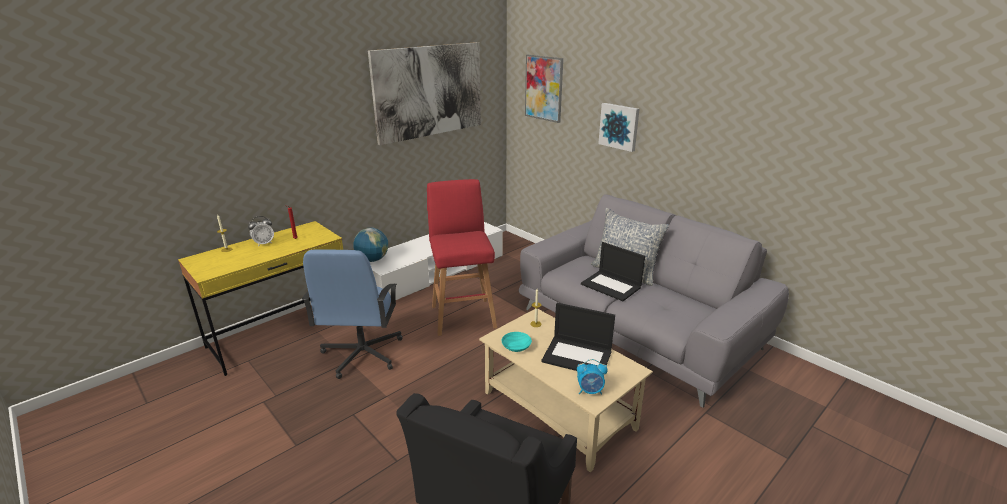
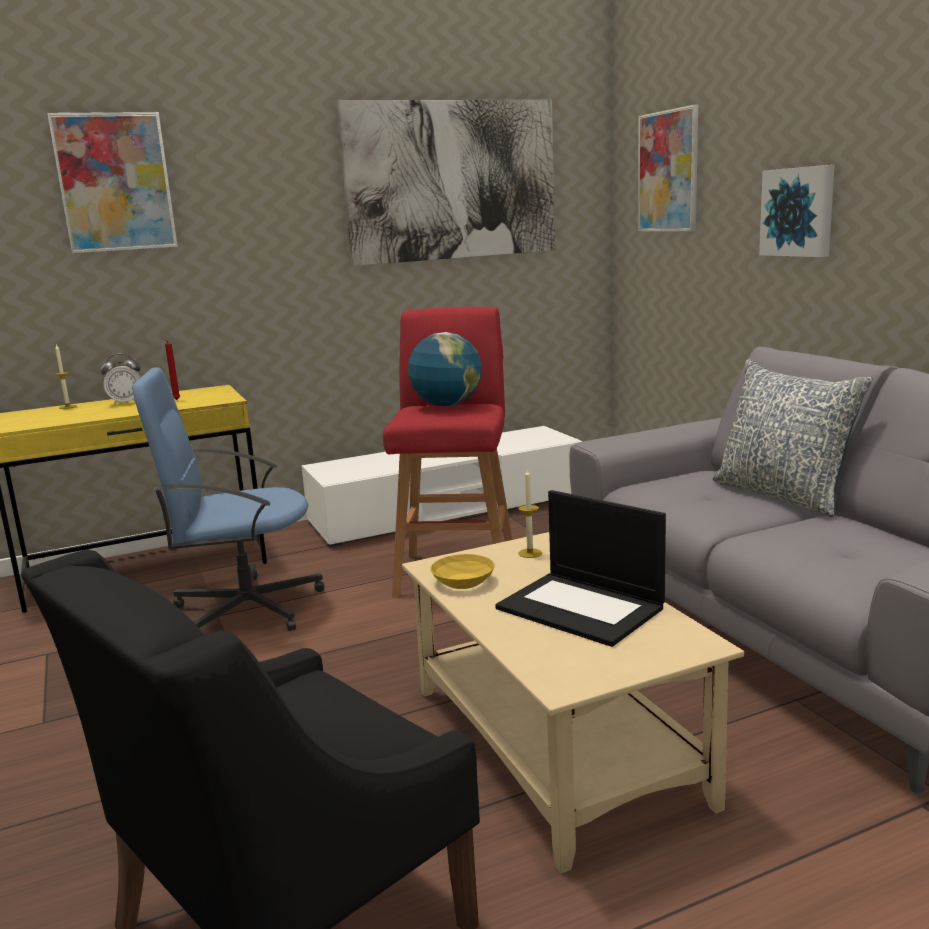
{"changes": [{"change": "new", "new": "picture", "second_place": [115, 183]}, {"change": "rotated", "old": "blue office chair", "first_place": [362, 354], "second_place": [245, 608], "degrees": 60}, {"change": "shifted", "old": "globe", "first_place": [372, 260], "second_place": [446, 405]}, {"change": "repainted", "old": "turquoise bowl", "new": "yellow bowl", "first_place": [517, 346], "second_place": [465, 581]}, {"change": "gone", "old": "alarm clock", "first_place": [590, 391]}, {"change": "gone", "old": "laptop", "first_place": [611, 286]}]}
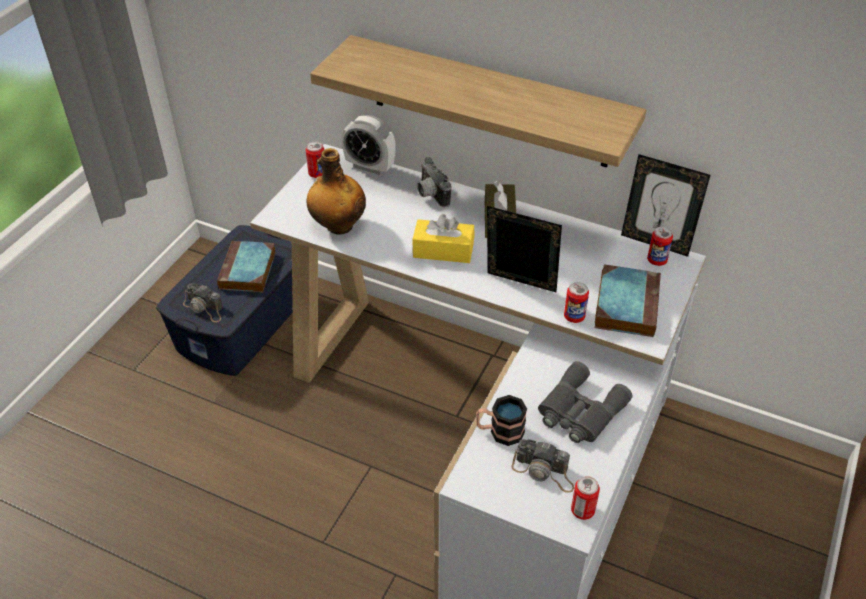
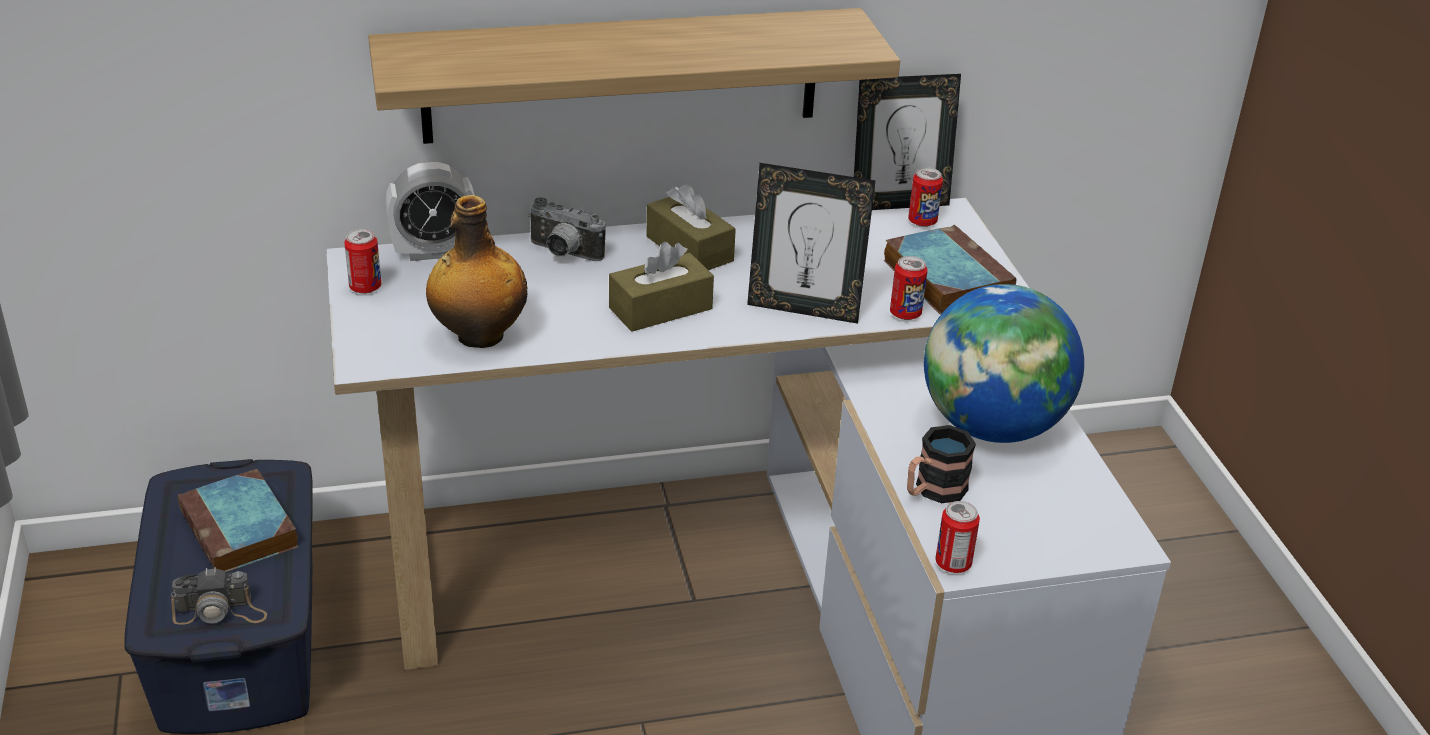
{"changes": [{"change": "repainted", "old": "yellow tissue box", "new": "brown tissue box", "first_place": [443, 250], "second_place": [660, 308]}, {"change": "rotated", "old": "picture frame", "first_place": [519, 286], "second_place": [804, 309], "degrees": -150}, {"change": "swapped", "old": "grey binoculars", "new": "globe", "first_place": [579, 411], "second_place": [992, 427]}, {"change": "shifted", "old": "can", "first_place": [582, 510], "second_place": [953, 564]}, {"change": "gone", "old": "photo camera", "first_place": [544, 472]}]}
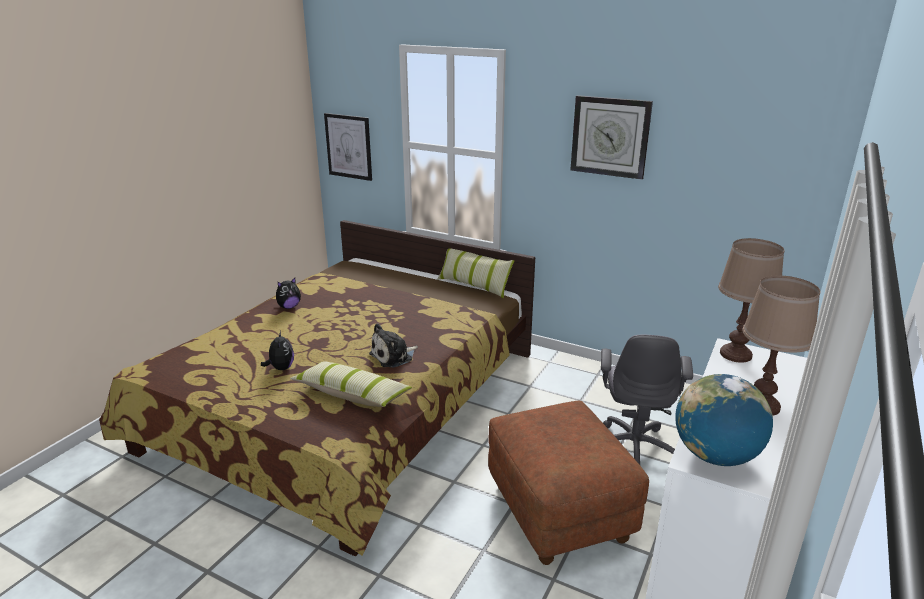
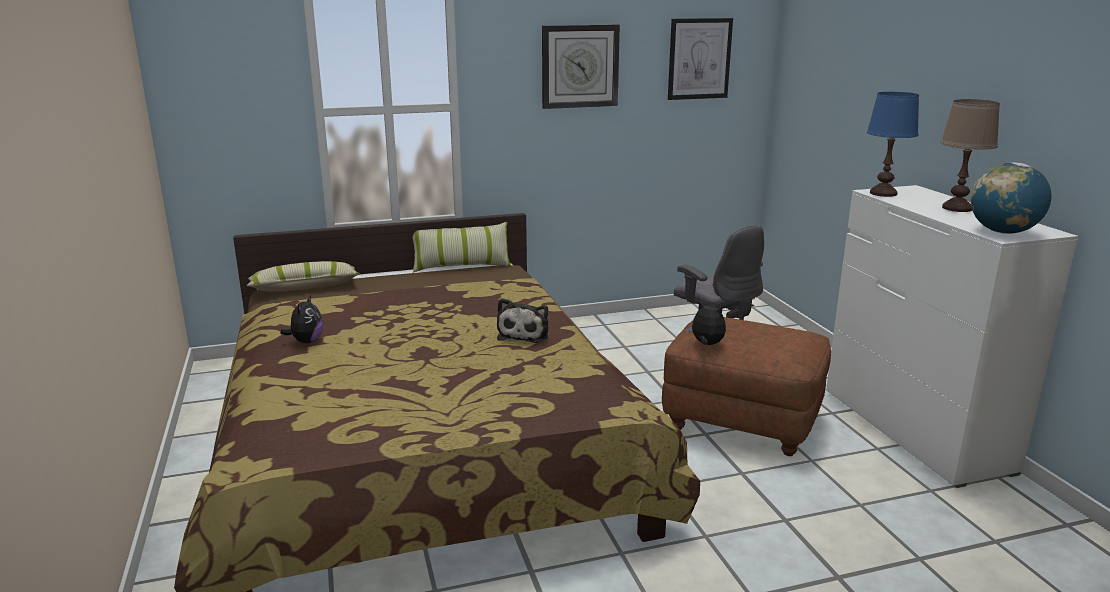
{"changes": [{"change": "shifted", "old": "pillow", "first_place": [352, 394], "second_place": [305, 288]}, {"change": "shifted", "old": "picture", "first_place": [349, 146], "second_place": [699, 59]}, {"change": "shifted", "old": "plush toy", "first_place": [281, 368], "second_place": [706, 344]}, {"change": "repainted", "old": "brown table lamp", "new": "blue table lamp", "first_place": [735, 354], "second_place": [883, 193]}]}
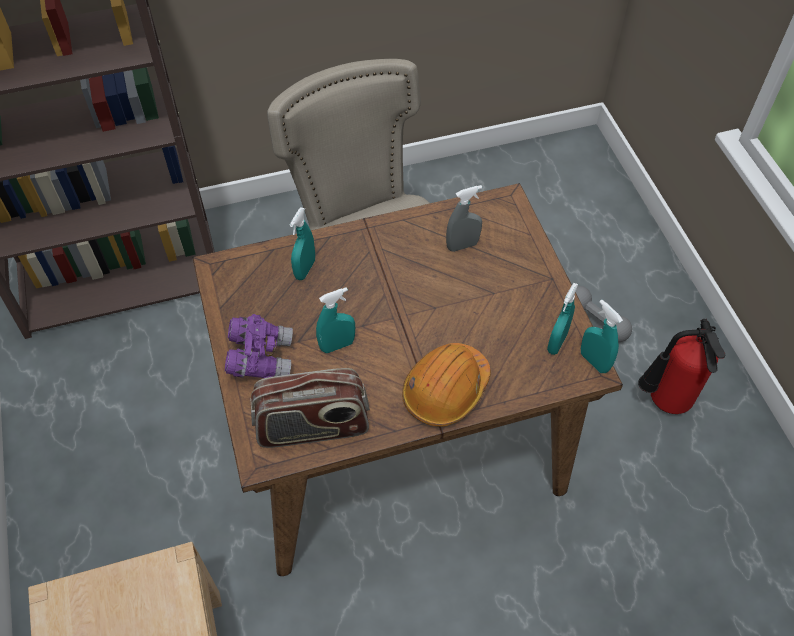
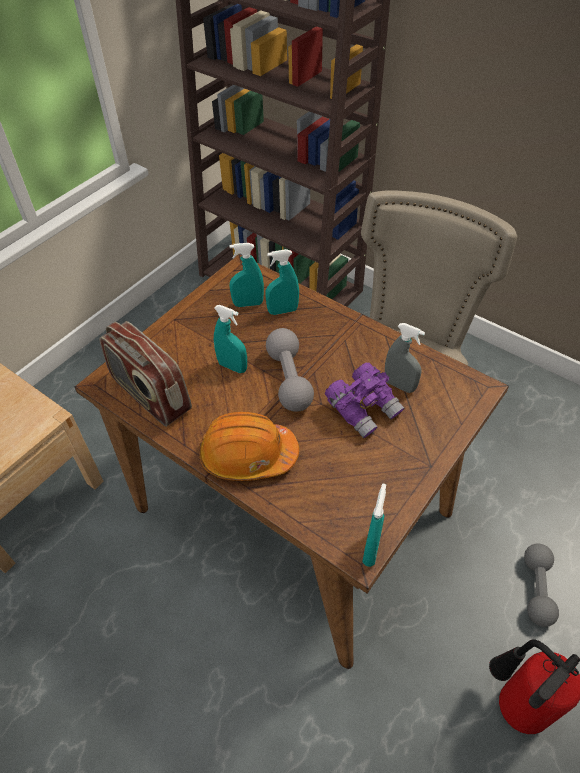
{"changes": [{"change": "shifted", "old": "turquoise spray bottle", "first_place": [557, 342], "second_place": [248, 304]}, {"change": "new", "new": "grey dumbbell", "second_place": [289, 379]}, {"change": "shifted", "old": "purple binoculars", "first_place": [260, 357], "second_place": [363, 409]}]}
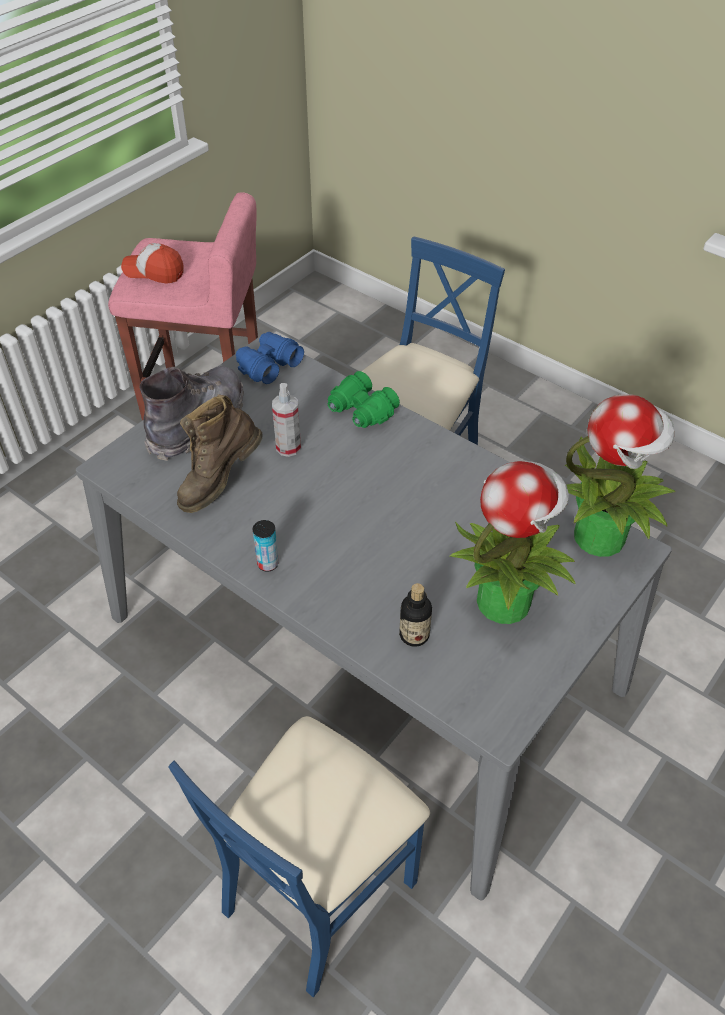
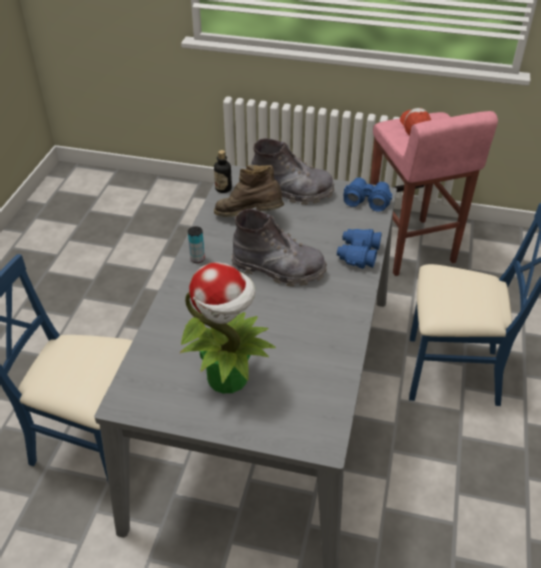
{"changes": [{"change": "shifted", "old": "bottle", "first_place": [414, 635], "second_place": [223, 188]}, {"change": "new", "new": "grey boot", "second_place": [278, 269]}, {"change": "repainted", "old": "green binoculars", "new": "blue binoculars", "first_place": [361, 411], "second_place": [358, 254]}, {"change": "gone", "old": "spray bottle", "first_place": [288, 447]}, {"change": "gone", "old": "potted plant", "first_place": [601, 536]}]}
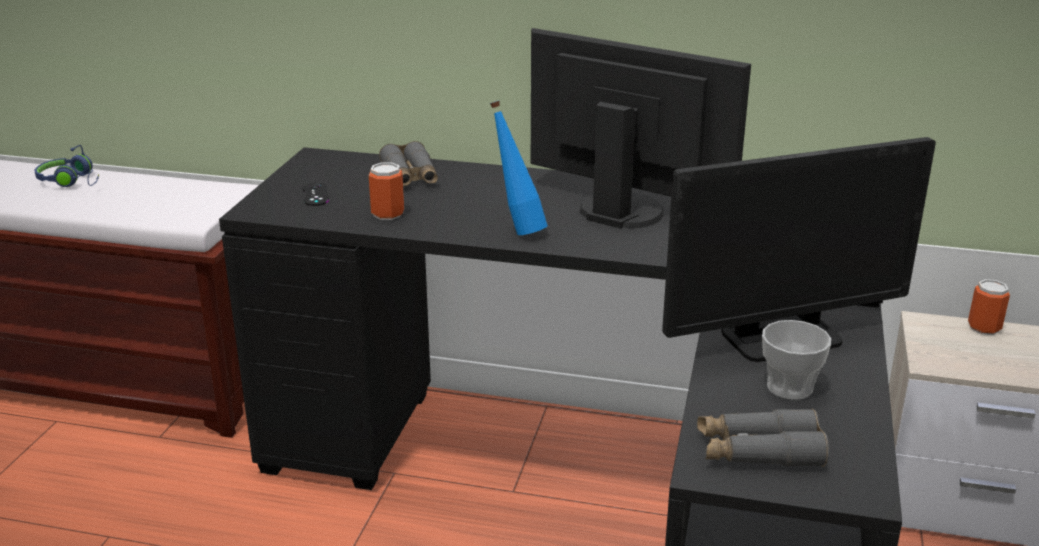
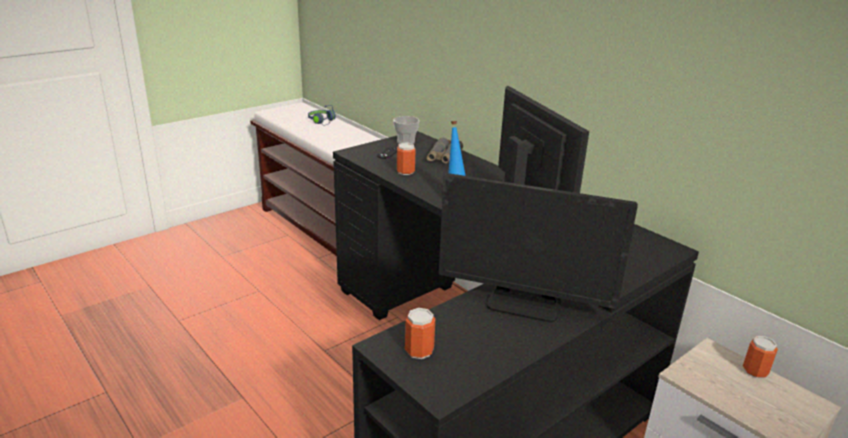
{"changes": [{"change": "shifted", "old": "cup", "first_place": [789, 387], "second_place": [405, 142]}, {"change": "swapped", "old": "grey binoculars", "new": "can", "first_place": [758, 451], "second_place": [419, 351]}]}
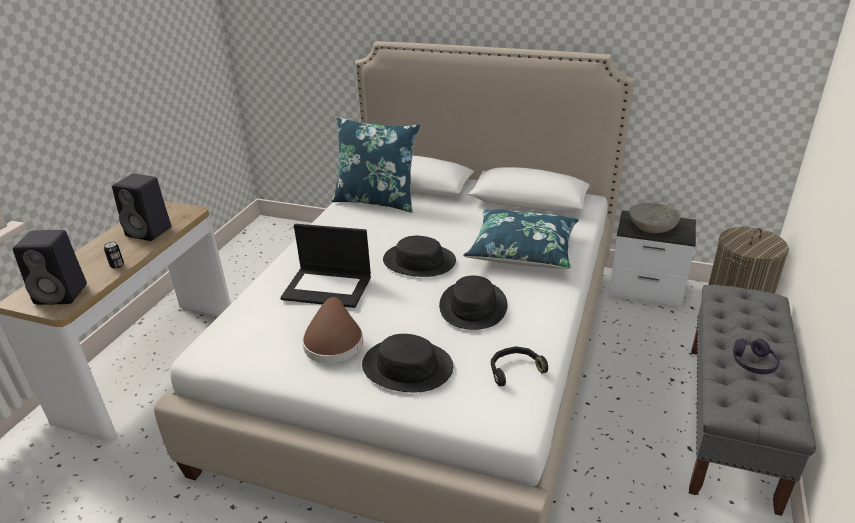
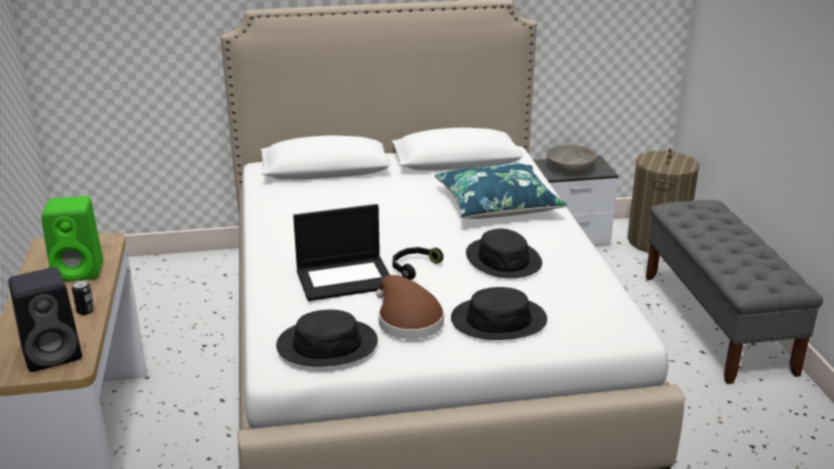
{"changes": [{"change": "repainted", "old": "black speaker", "new": "green speaker", "first_place": [150, 232], "second_place": [80, 271]}, {"change": "shifted", "old": "black hat", "first_place": [419, 261], "second_place": [327, 344]}, {"change": "shifted", "old": "black headphones", "first_place": [514, 370], "second_place": [413, 267]}, {"change": "gone", "old": "blue pillow", "first_place": [377, 200]}, {"change": "gone", "old": "purple headphones", "first_place": [753, 363]}]}
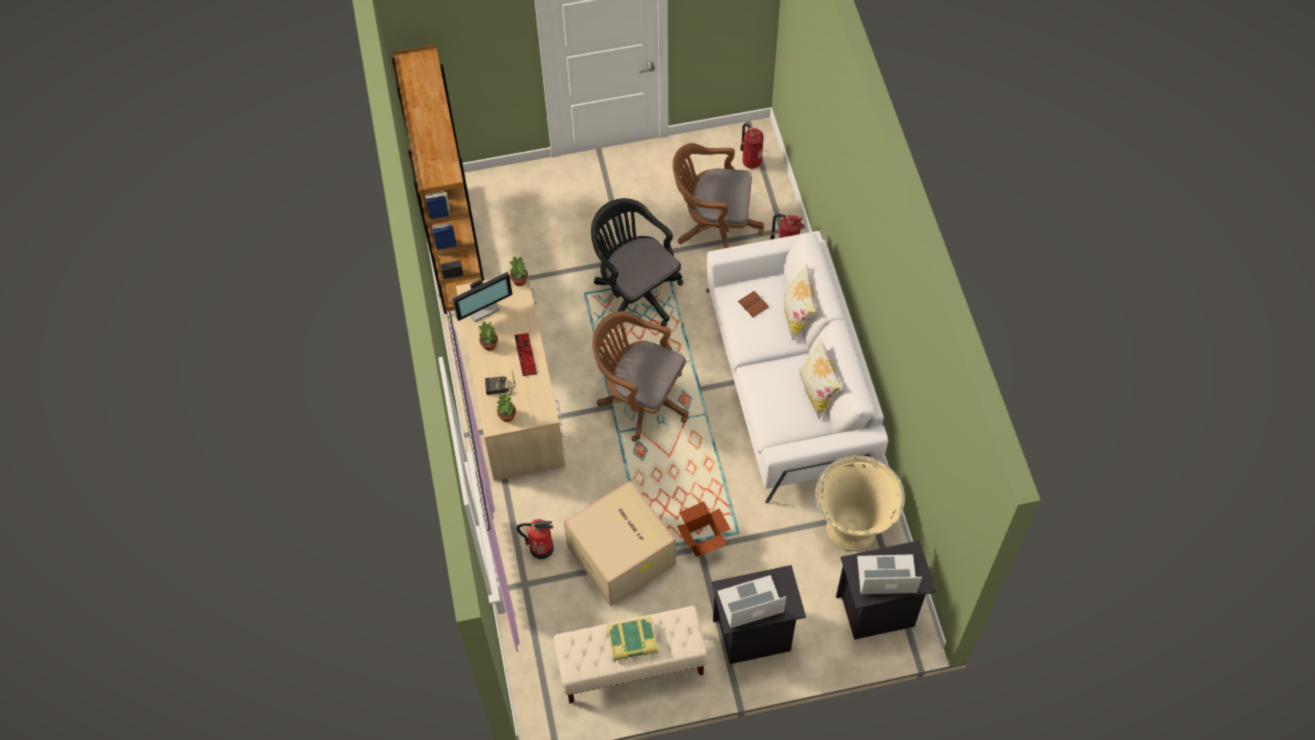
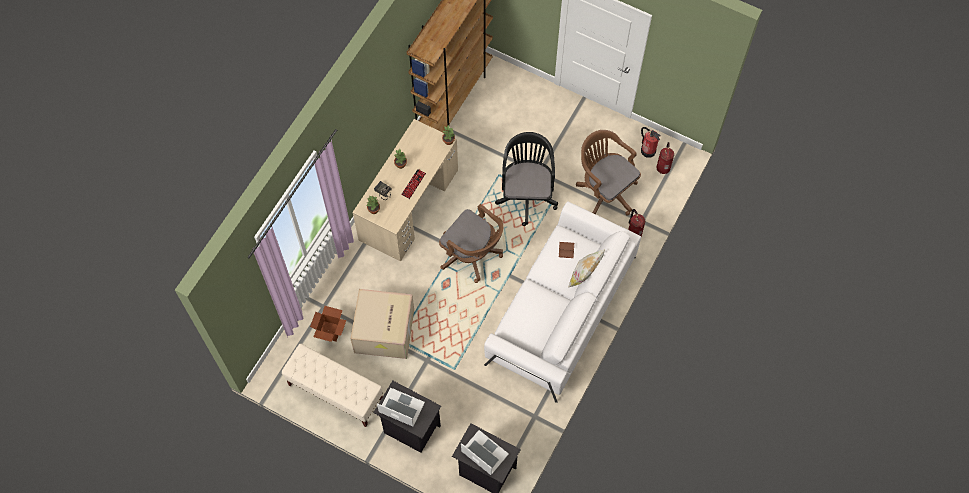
{"changes": [{"change": "shifted", "old": "cardboard box", "first_place": [702, 540], "second_place": [330, 331]}, {"change": "rotated", "old": "brown office chair", "first_place": [640, 399], "second_place": [472, 255], "degrees": 150}, {"change": "shifted", "old": "fire extinguisher", "first_place": [541, 548], "second_place": [648, 150]}, {"change": "gone", "old": "monitor", "first_place": [482, 306]}, {"change": "gone", "old": "book", "first_place": [632, 641]}, {"change": "gone", "old": "pillow", "first_place": [817, 392]}, {"change": "gone", "old": "beige planter", "first_place": [852, 528]}]}
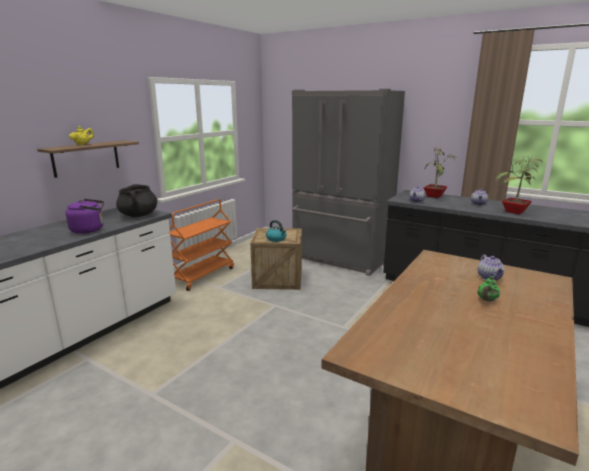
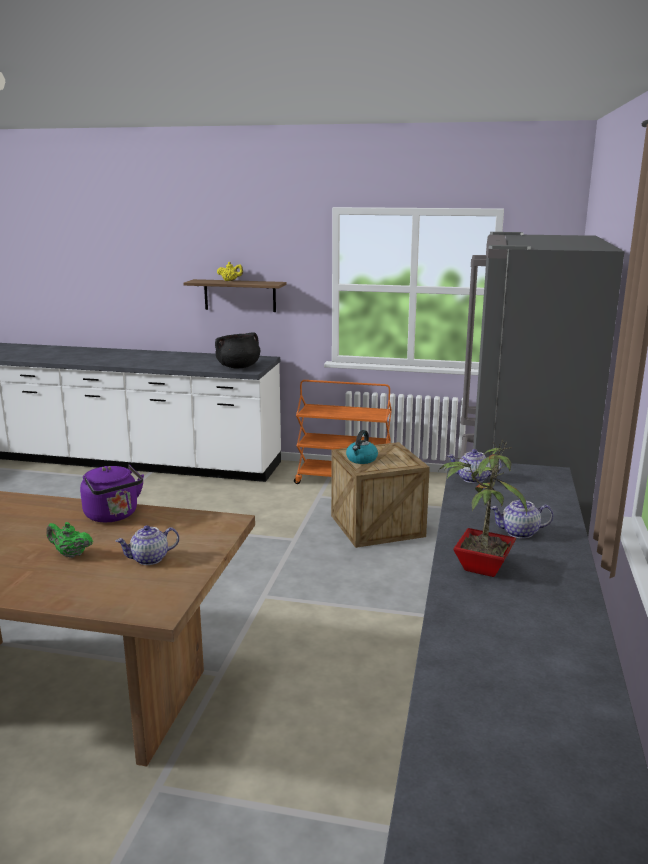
{"changes": [{"change": "shifted", "old": "purple kettle", "first_place": [89, 230], "second_place": [113, 516]}, {"change": "gone", "old": "potted plant", "first_place": [435, 196]}]}
